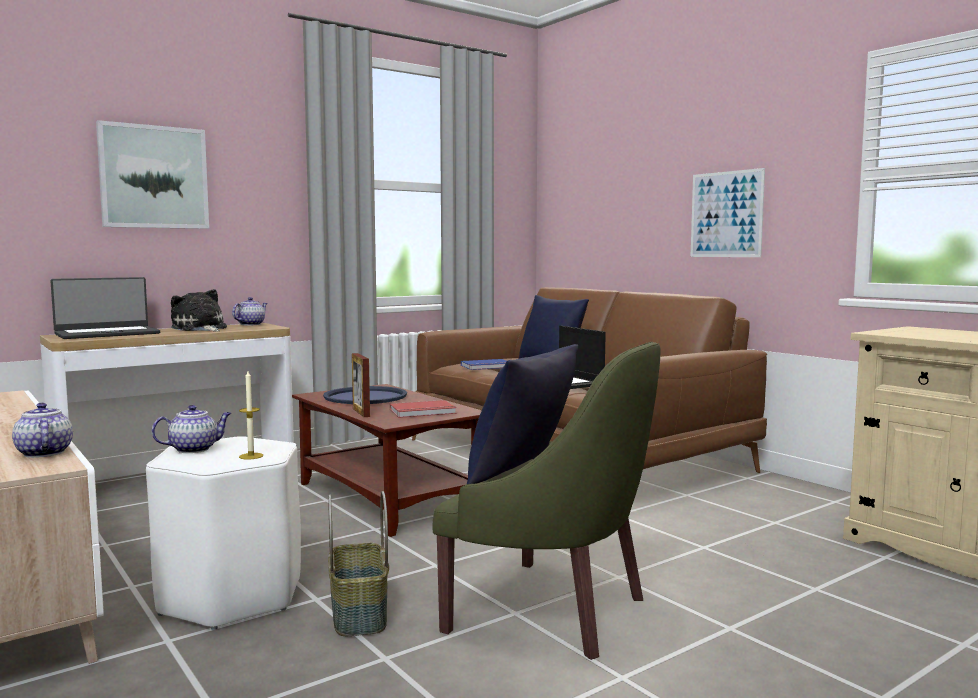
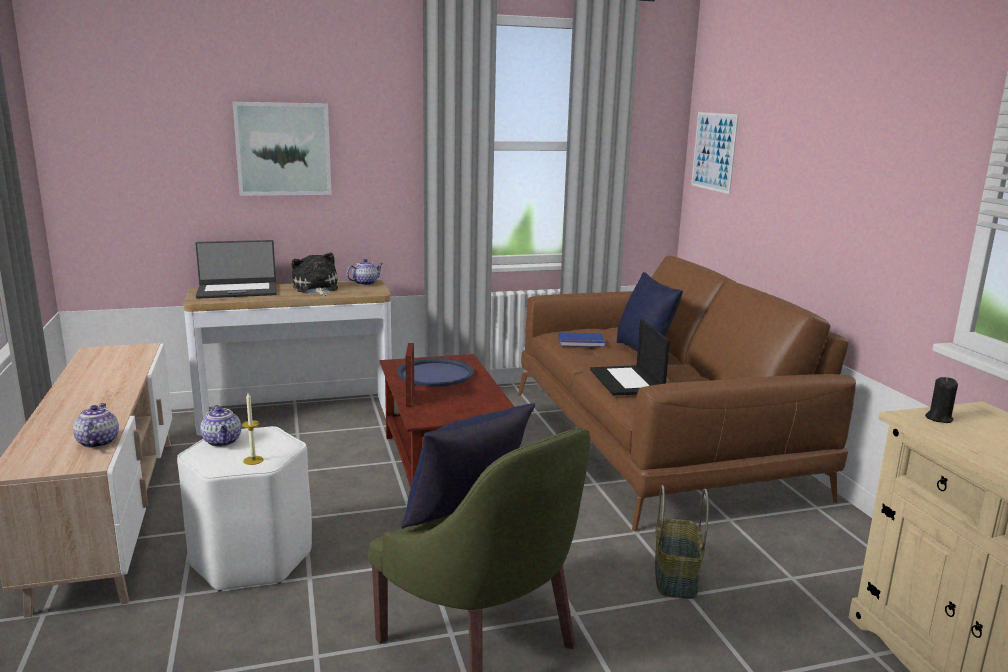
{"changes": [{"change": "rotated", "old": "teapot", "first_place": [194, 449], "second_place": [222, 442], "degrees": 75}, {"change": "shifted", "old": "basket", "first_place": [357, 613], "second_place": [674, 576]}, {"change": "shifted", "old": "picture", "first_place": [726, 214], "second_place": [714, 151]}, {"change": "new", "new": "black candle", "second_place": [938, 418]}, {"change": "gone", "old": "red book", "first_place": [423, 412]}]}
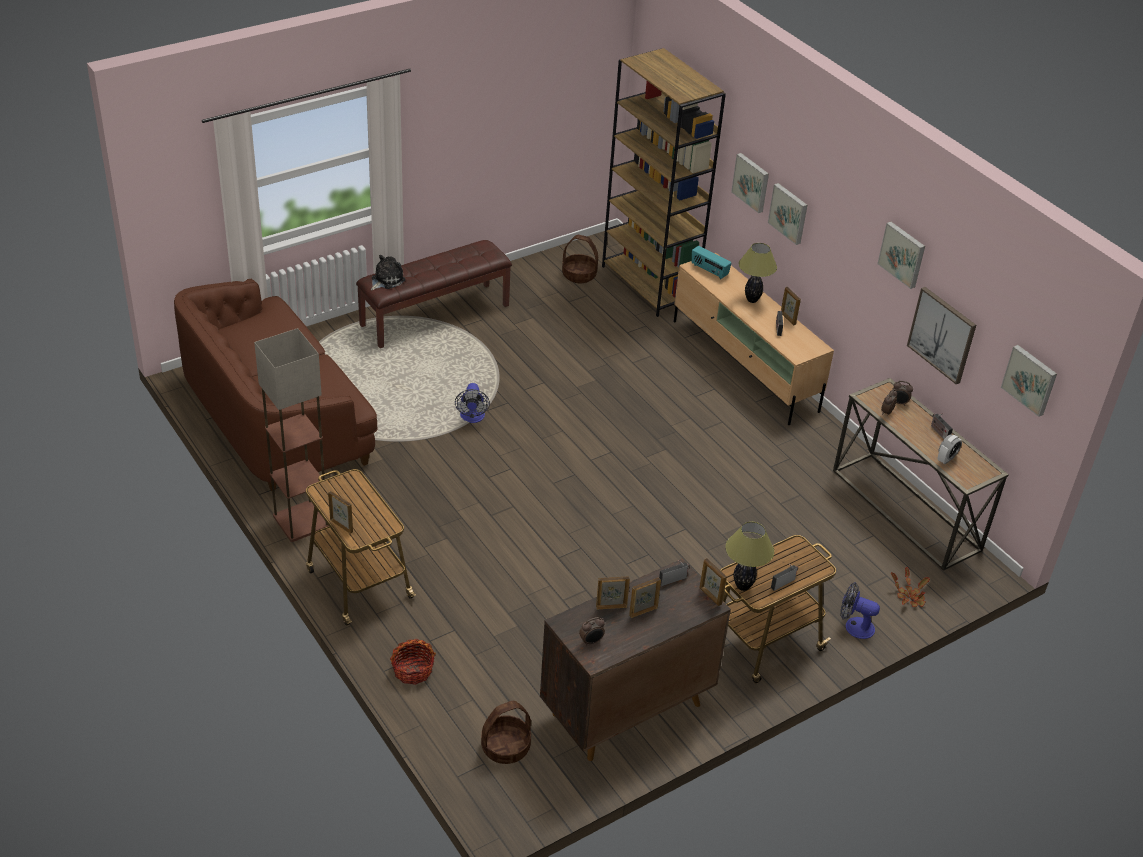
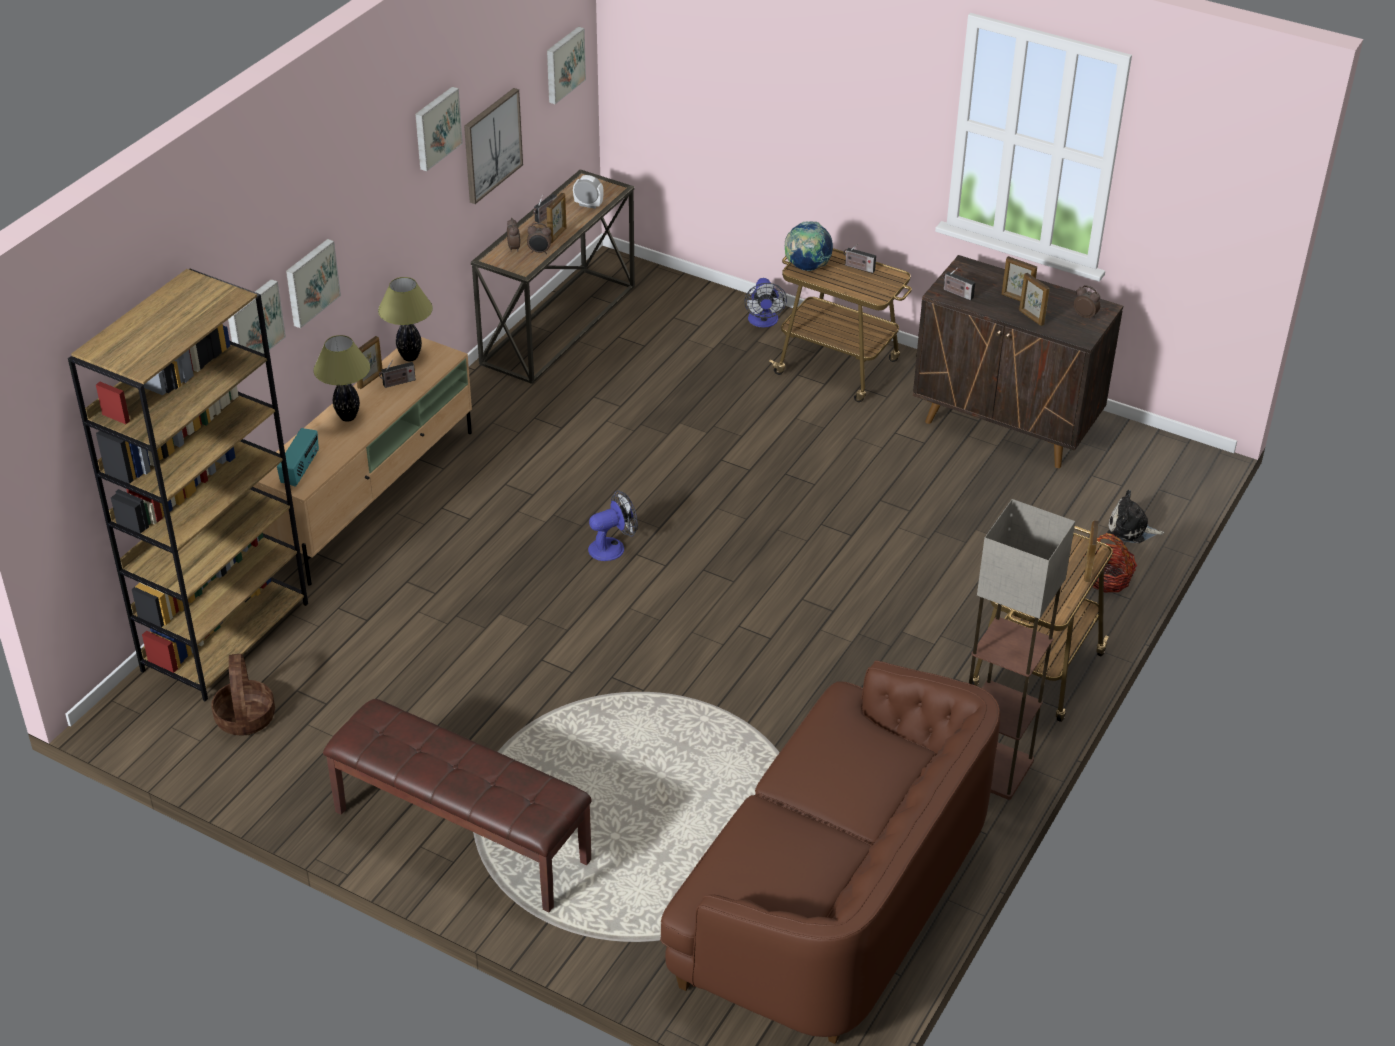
{"changes": [{"change": "shifted", "old": "table lamp", "first_place": [742, 586], "second_place": [410, 357]}, {"change": "shifted", "old": "picture frame", "first_place": [710, 596], "second_place": [557, 235]}, {"change": "shifted", "old": "fan", "first_place": [472, 418], "second_place": [612, 547]}, {"change": "new", "new": "globe", "second_place": [807, 267]}, {"change": "shifted", "old": "plush toy", "first_place": [386, 280], "second_place": [1130, 529]}, {"change": "gone", "old": "basket", "first_place": [505, 747]}, {"change": "gone", "old": "potted plant", "first_place": [909, 596]}]}
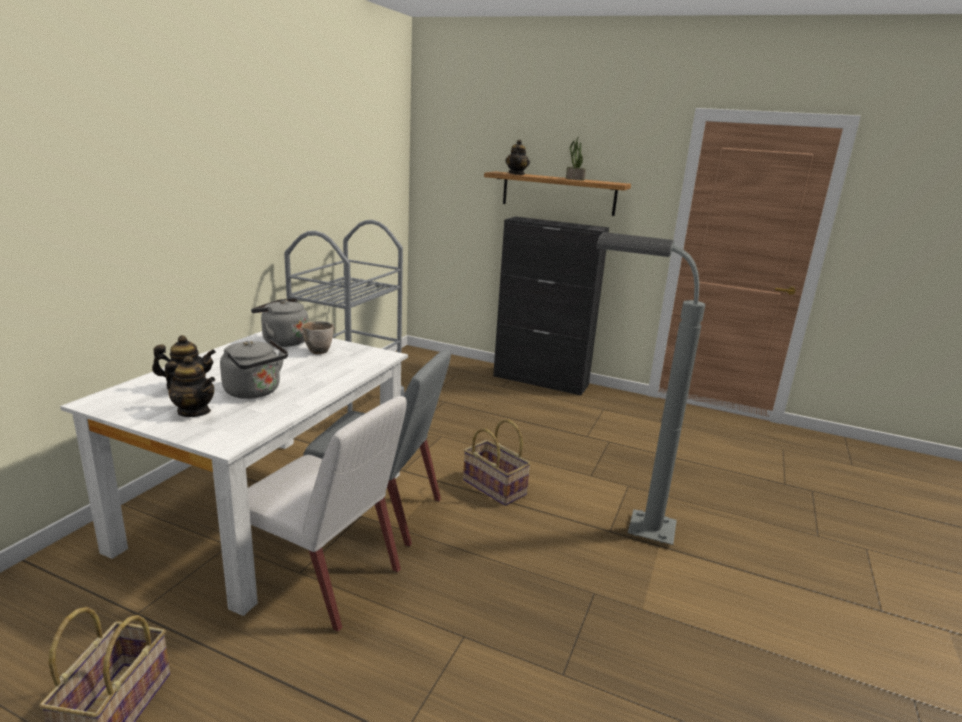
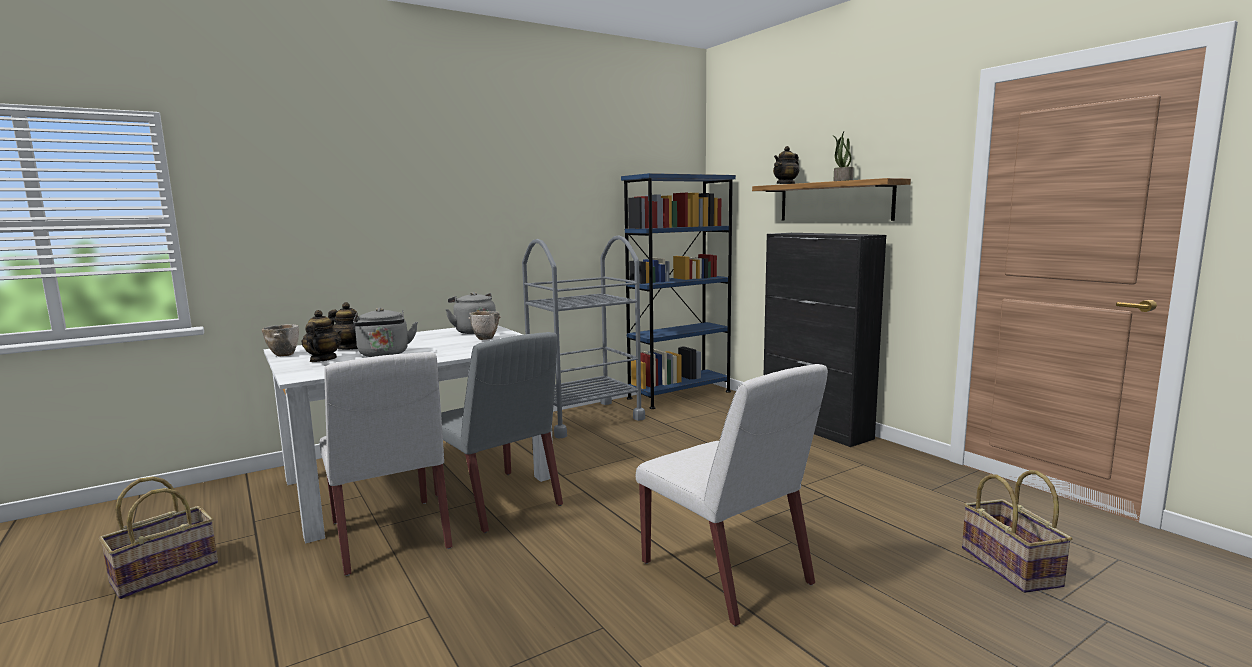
{"changes": [{"change": "new", "new": "bowl", "second_place": [284, 354]}, {"change": "rotated", "old": "teapot", "first_place": [194, 411], "second_place": [322, 360], "degrees": -150}, {"change": "new", "new": "blue bookcase", "second_place": [679, 395]}, {"change": "swapped", "old": "grey floor lamp", "new": "white chair", "first_place": [619, 523], "second_place": [727, 574]}, {"change": "shifted", "old": "basket", "first_place": [495, 487], "second_place": [1012, 567]}]}
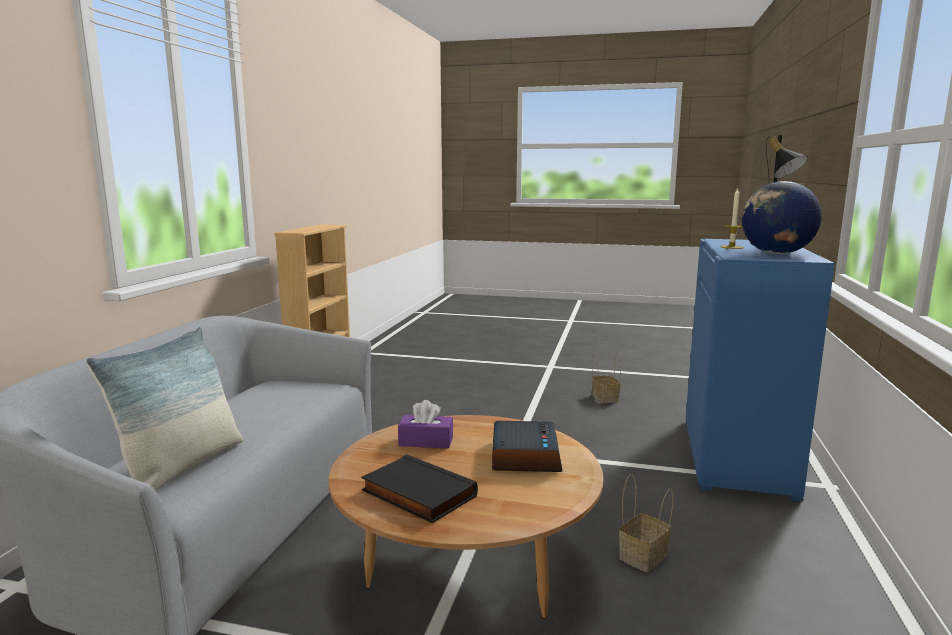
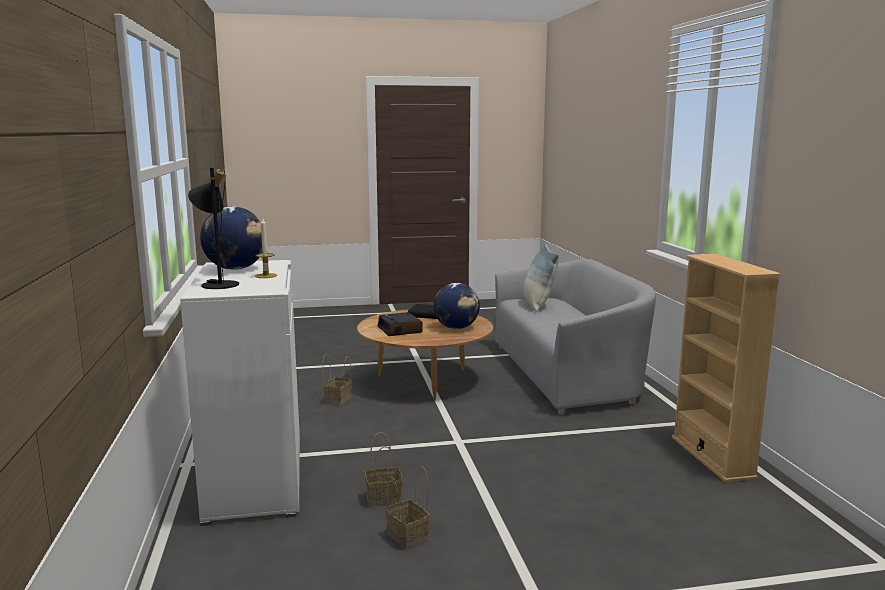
{"changes": [{"change": "repainted", "old": "blue cabinet", "new": "white cabinet", "first_place": [738, 456], "second_place": [254, 478]}, {"change": "new", "new": "basket", "second_place": [382, 499]}, {"change": "swapped", "old": "purple tissue box", "new": "globe", "first_place": [426, 441], "second_place": [456, 328]}]}
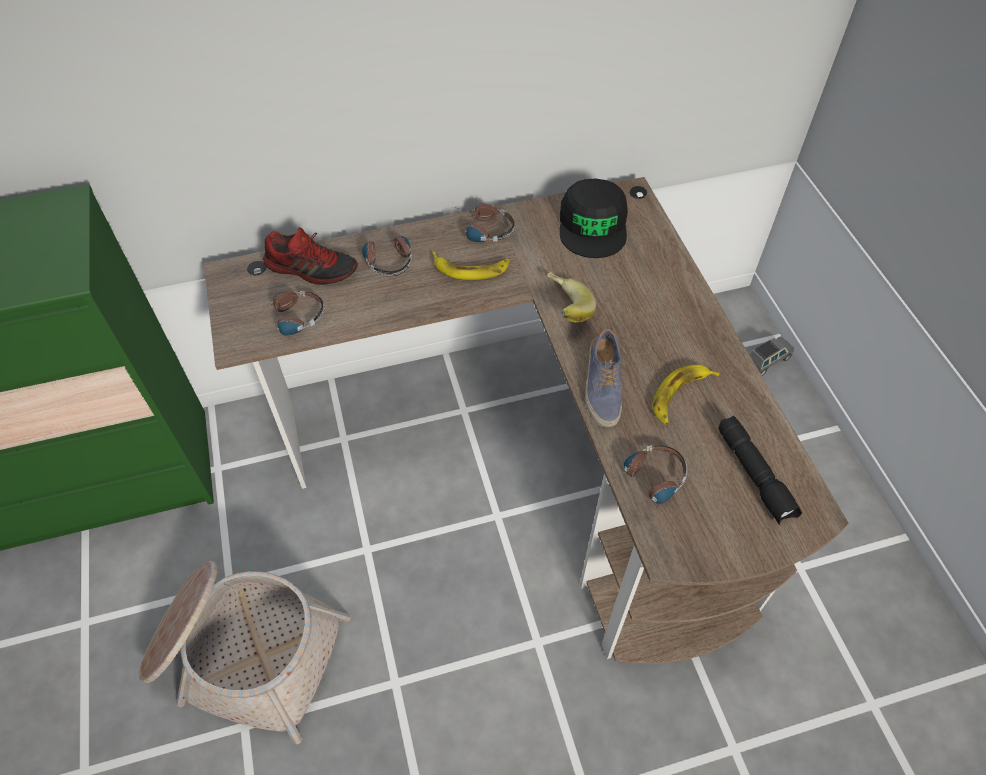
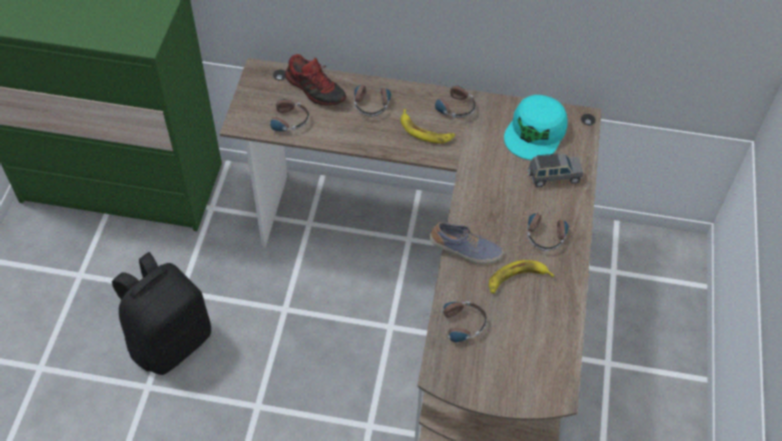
{"changes": [{"change": "swapped", "old": "basket", "new": "black backpack", "first_place": [245, 652], "second_place": [170, 340]}, {"change": "rotated", "old": "shoe", "first_place": [602, 387], "second_place": [465, 251], "degrees": -105}, {"change": "repainted", "old": "black cap", "new": "turquoise cap", "first_place": [593, 225], "second_place": [535, 132]}, {"change": "new", "new": "headphones", "second_place": [546, 231]}, {"change": "shifted", "old": "grey toy car", "first_place": [766, 361], "second_place": [553, 177]}, {"change": "gone", "old": "banana", "first_place": [563, 310]}, {"change": "gone", "old": "black flashlight", "first_place": [755, 475]}]}
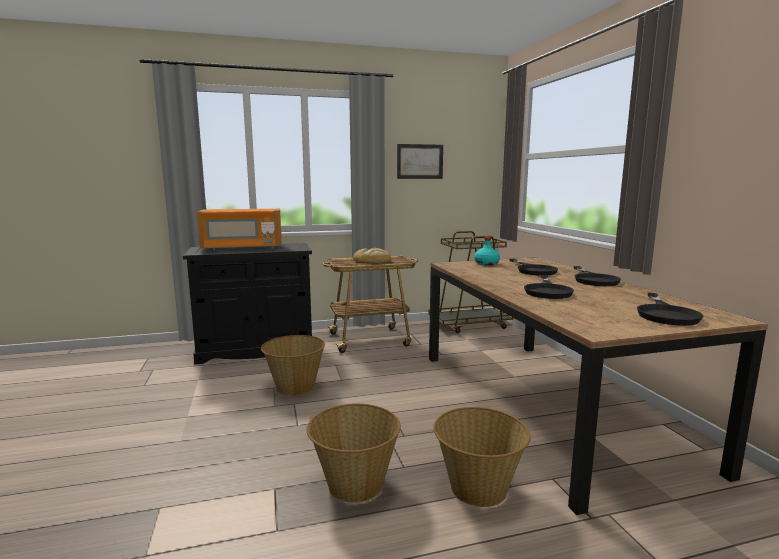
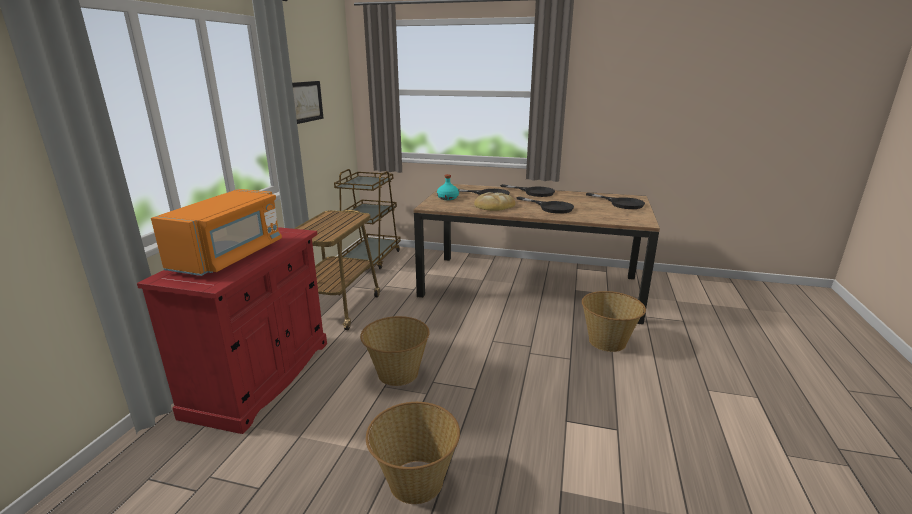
{"changes": [{"change": "repainted", "old": "black cabinet", "new": "red cabinet", "first_place": [256, 349], "second_place": [261, 377]}, {"change": "shifted", "old": "basket", "first_place": [354, 484], "second_place": [415, 481]}, {"change": "shifted", "old": "bread", "first_place": [372, 259], "second_place": [494, 205]}]}
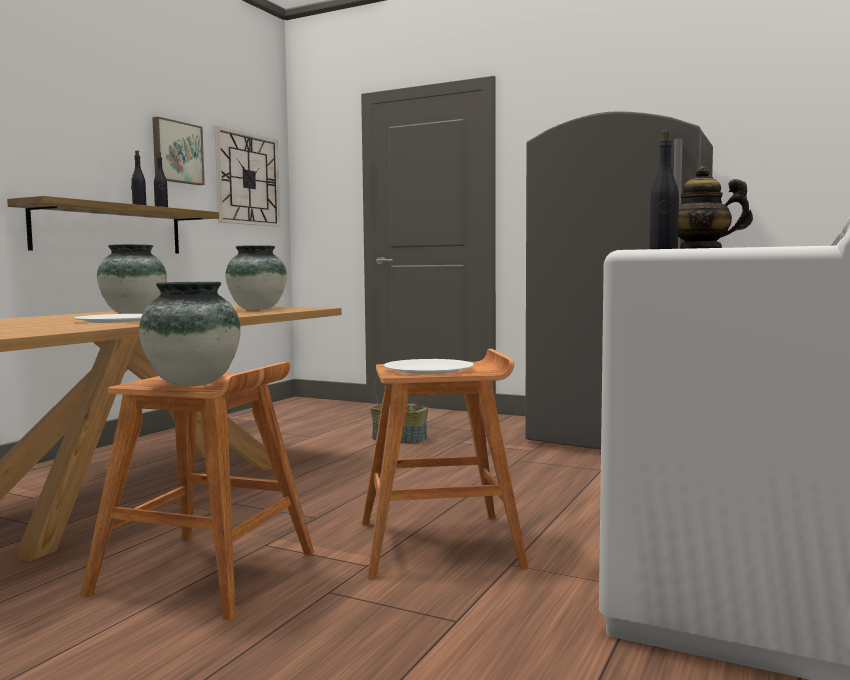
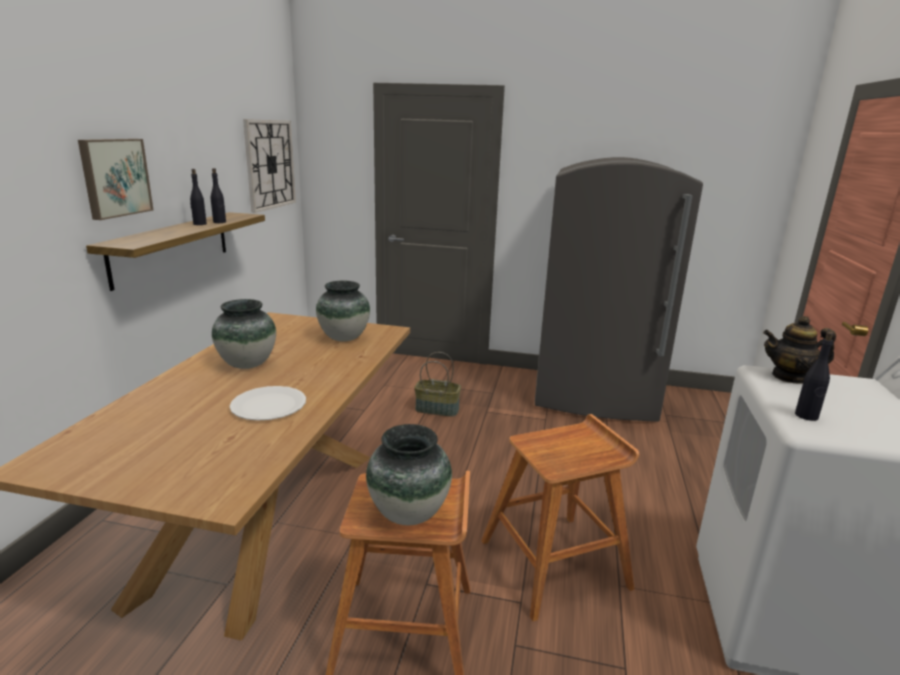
{"changes": [{"change": "shifted", "old": "picture", "first_place": [176, 152], "second_place": [114, 177]}, {"change": "gone", "old": "white plate", "first_place": [428, 369]}]}
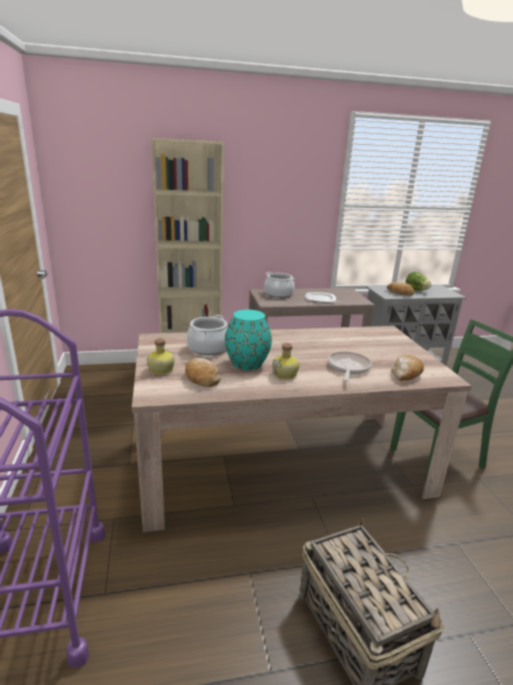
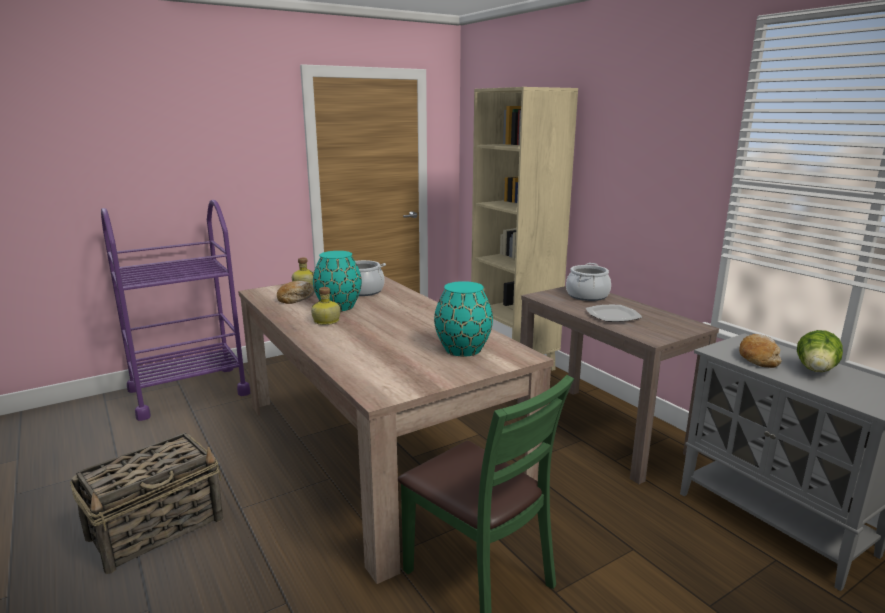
{"changes": [{"change": "new", "new": "turquoise vase", "second_place": [462, 349]}, {"change": "gone", "old": "frying pan", "first_place": [348, 368]}, {"change": "gone", "old": "bread", "first_place": [405, 374]}]}
